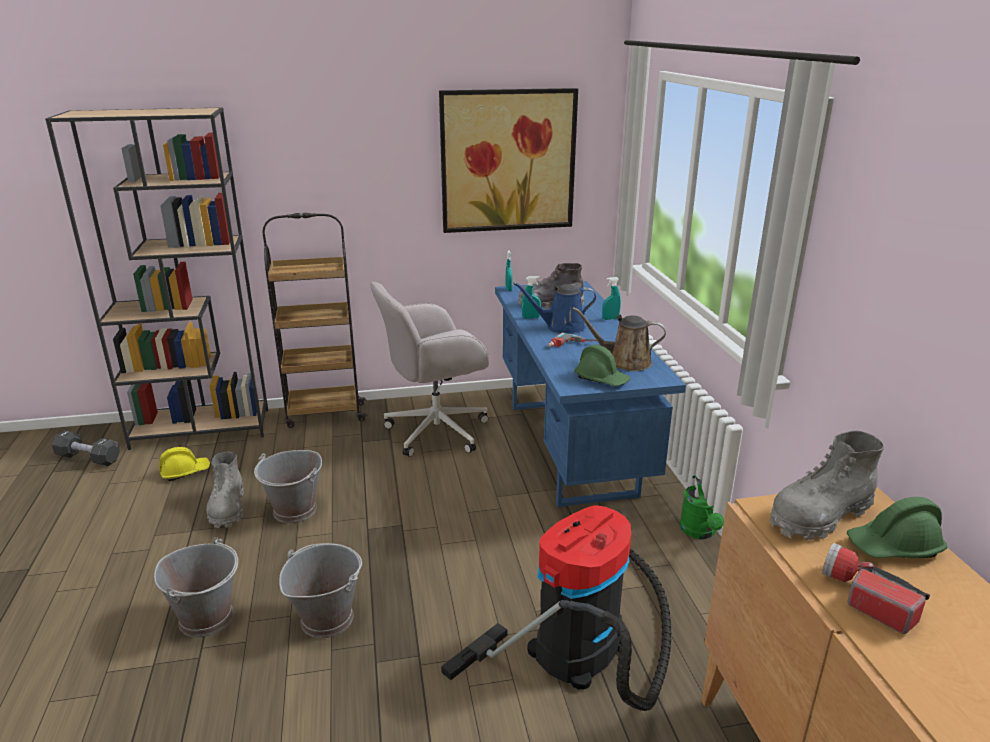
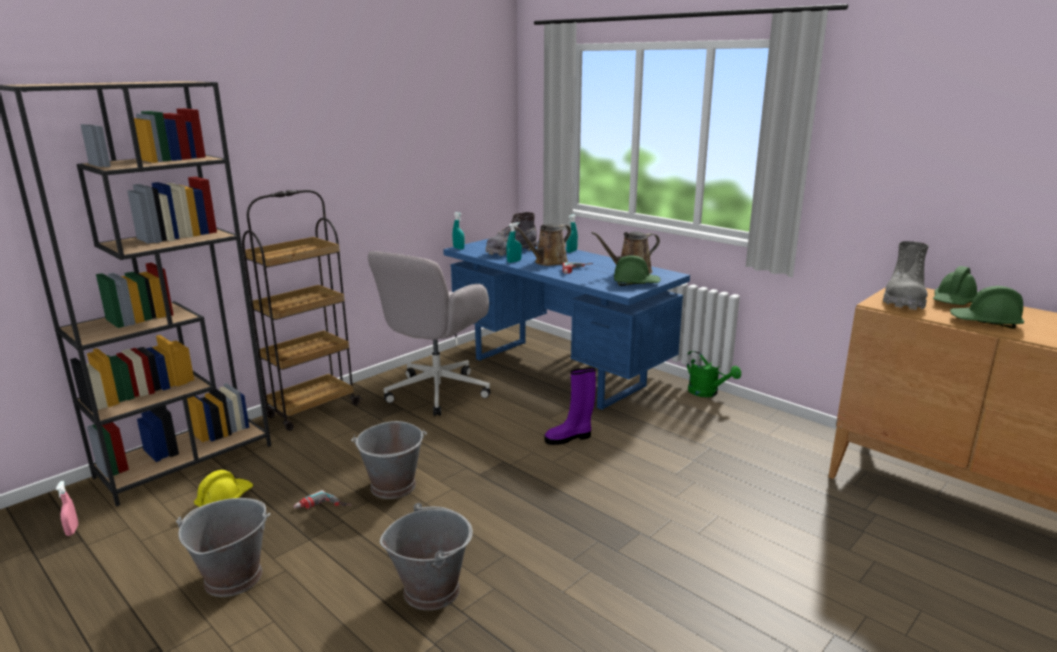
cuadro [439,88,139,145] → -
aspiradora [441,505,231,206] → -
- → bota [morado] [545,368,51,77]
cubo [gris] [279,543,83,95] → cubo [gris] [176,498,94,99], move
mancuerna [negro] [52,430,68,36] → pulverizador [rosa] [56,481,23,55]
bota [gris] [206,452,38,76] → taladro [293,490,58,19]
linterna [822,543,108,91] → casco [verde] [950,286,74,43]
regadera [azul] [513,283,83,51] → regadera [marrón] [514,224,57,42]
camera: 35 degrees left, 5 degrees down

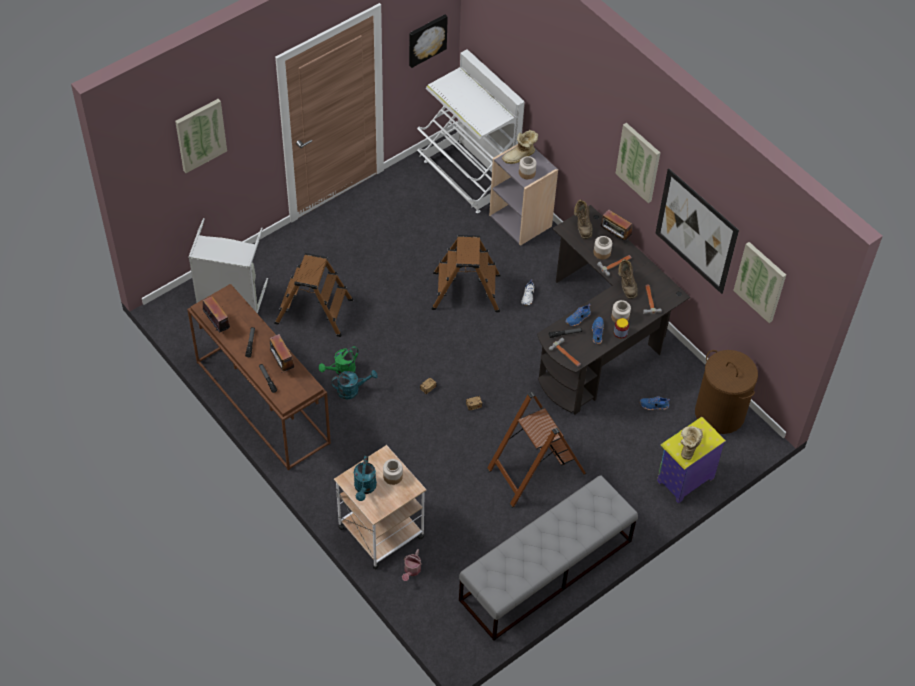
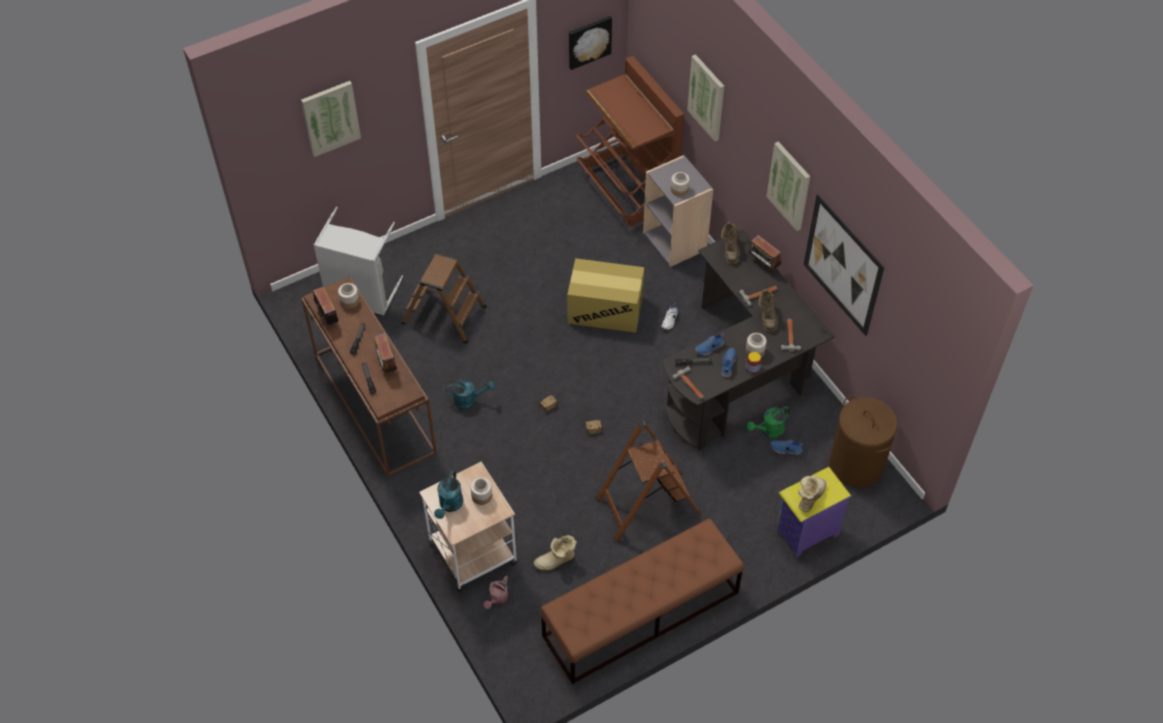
regadera [verde] [319,346,40,29] → regadera [verde] [747,406,43,32], move
bota [502,130,36,34] → bota [534,535,43,36], move
tarro [594,236,18,24] → tarro [338,283,21,26], move
cuadro [733,242,53,81] → cuadro [687,54,37,87], move
escalera de tijera [marrón] [431,235,70,77] → caja de cartón [567,258,77,75]
zapatero [blanco] [417,49,108,164] → zapatero [marrón] [576,56,108,173]
banco [gris] [459,475,179,166] → banco [marrón] [540,519,204,165]
camera: 10 degrees right, 0 degrees up

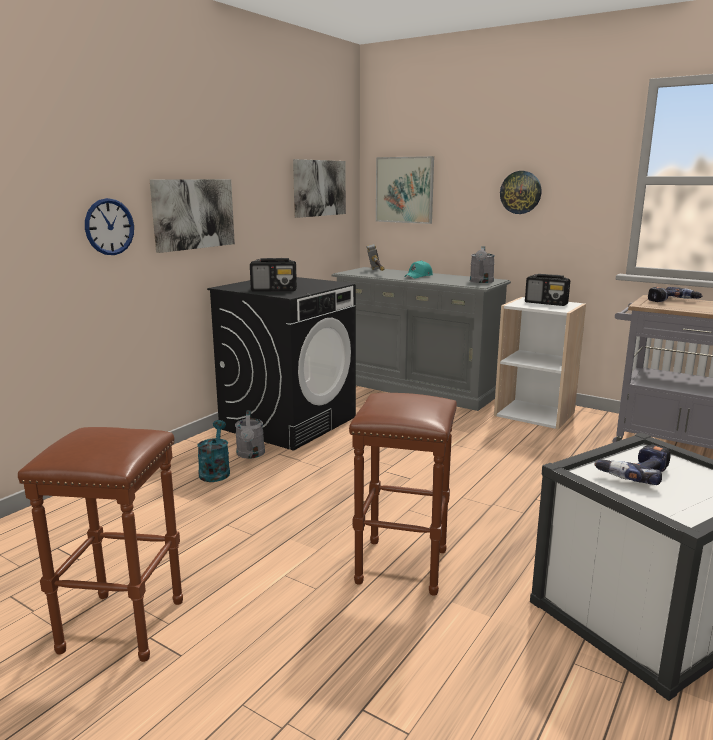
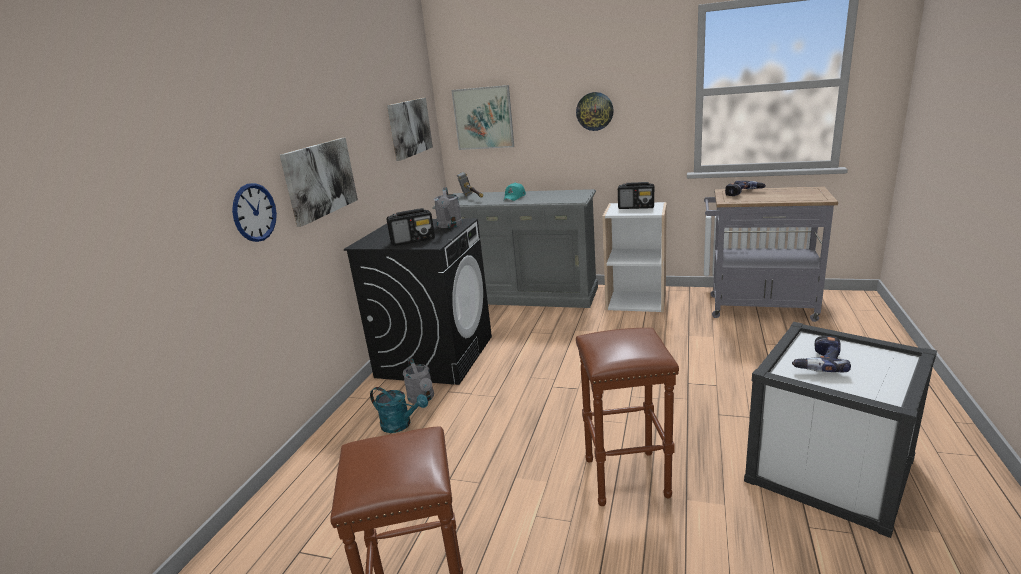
regadera [gris] [470,246,25,37] → regadera [gris] [434,187,28,41], move
regadera [turquesa] [197,420,33,62] → regadera [turquesa] [370,387,58,46], 135 degrees clockwise
camera: 15 degrees left, 5 degrees up

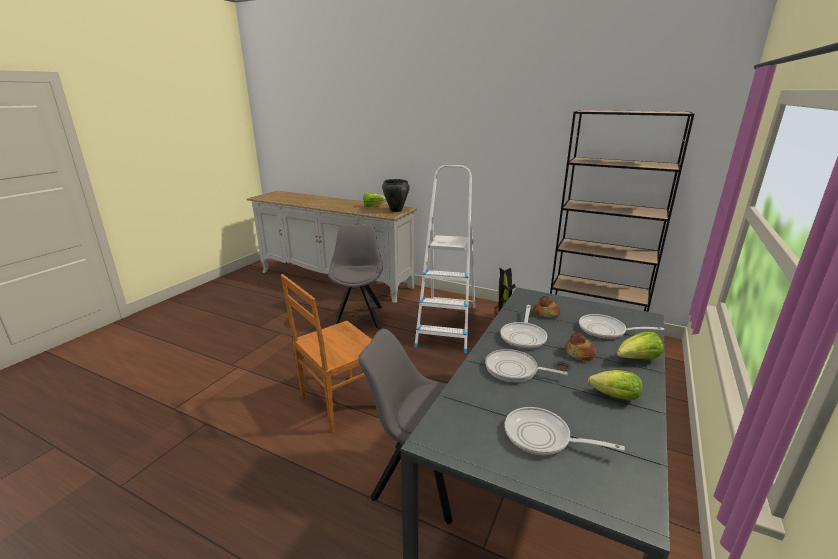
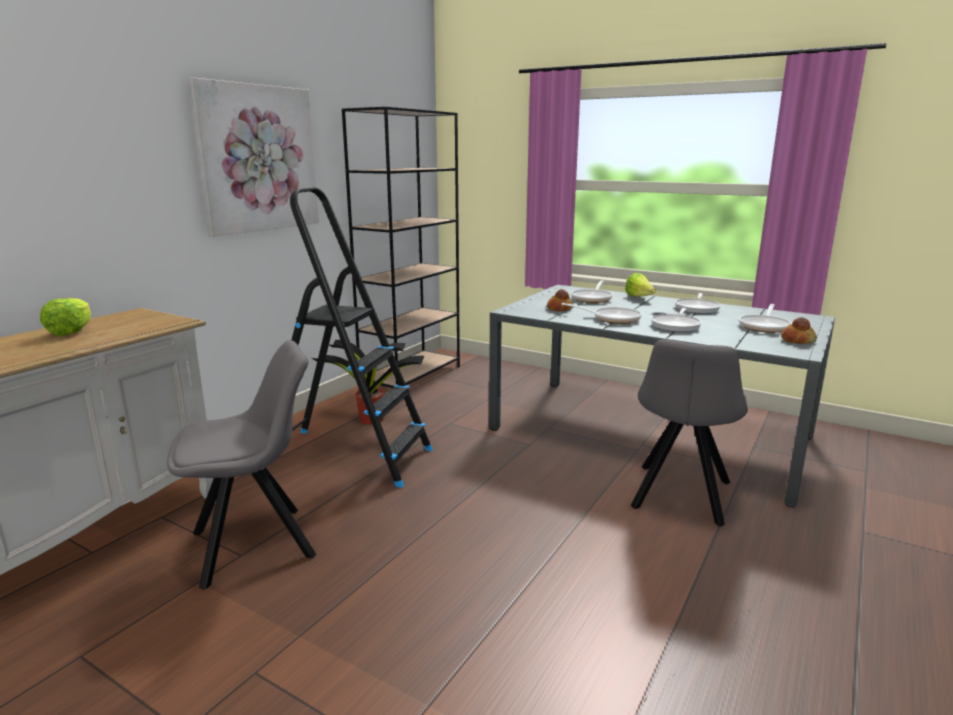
silla [marrón] [281,274,91,159] → -
olla [negro] [382,179,28,33] → -
- → cuadro [187,77,132,160]
pan [565,332,31,29] → pan [781,317,36,27], move
lechuga [588,370,55,31] → sartén [675,293,46,21]
escalera de tijera [blanco] [414,165,61,188] → escalera de tijera [negro] [290,187,143,301]
silla [gris] [328,224,55,105] → silla [gris] [167,340,149,250], 150 degrees clockwise
camera: 85 degrees left, 5 degrees down

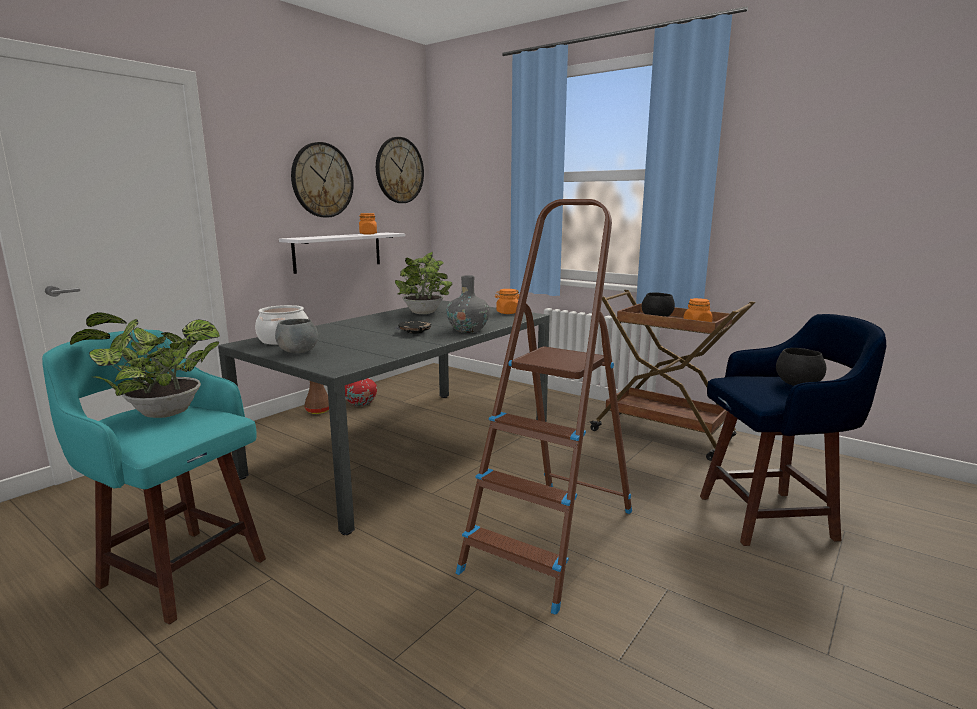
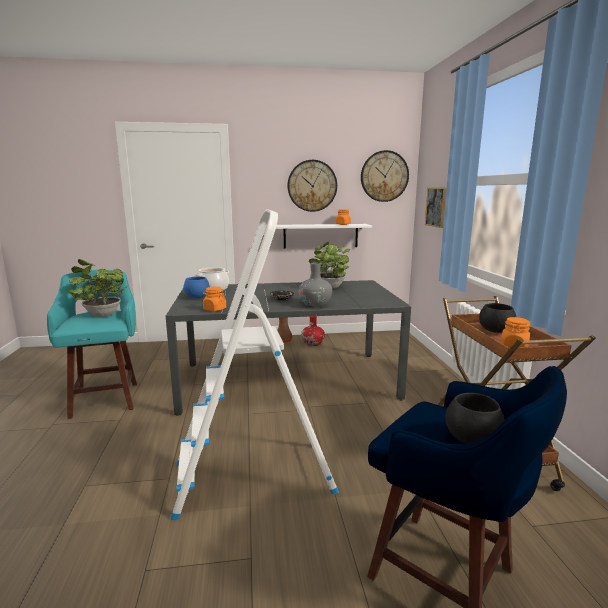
- → cuadro [425,188,22,40]
tarro [naranja] [495,289,25,25] → tarro [naranja] [203,287,23,24], move
cuenco [gris] [275,319,43,35] → cuenco [azul] [183,276,27,22]
escalera de tijera [marrón] [456,199,176,416] → escalera de tijera [blanco] [171,209,168,311]
camera: 45 degrees right, 0 degrees up

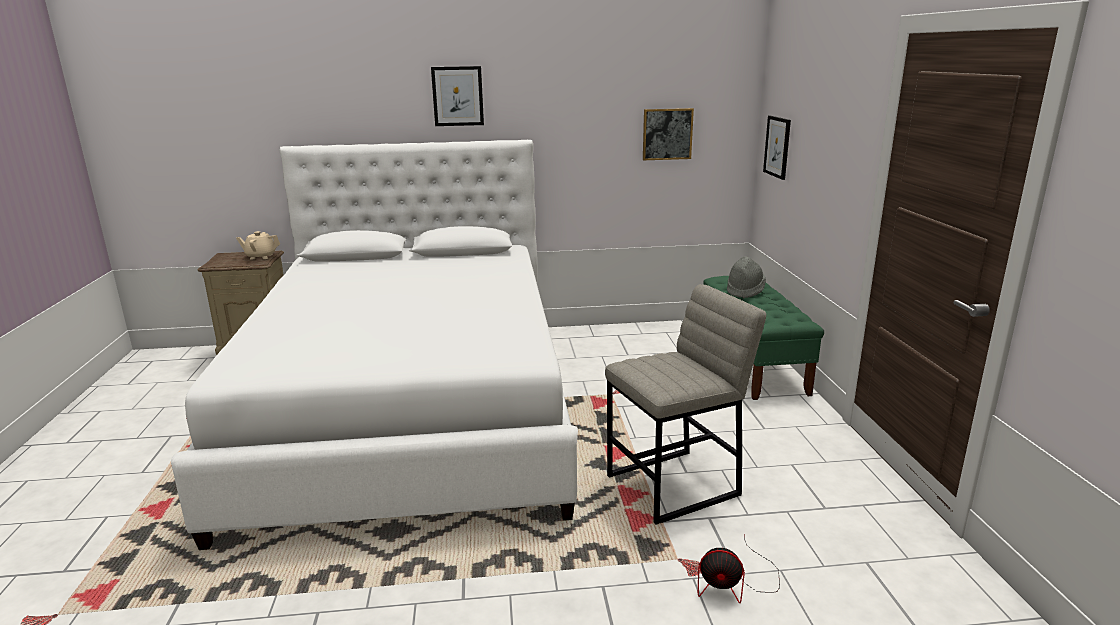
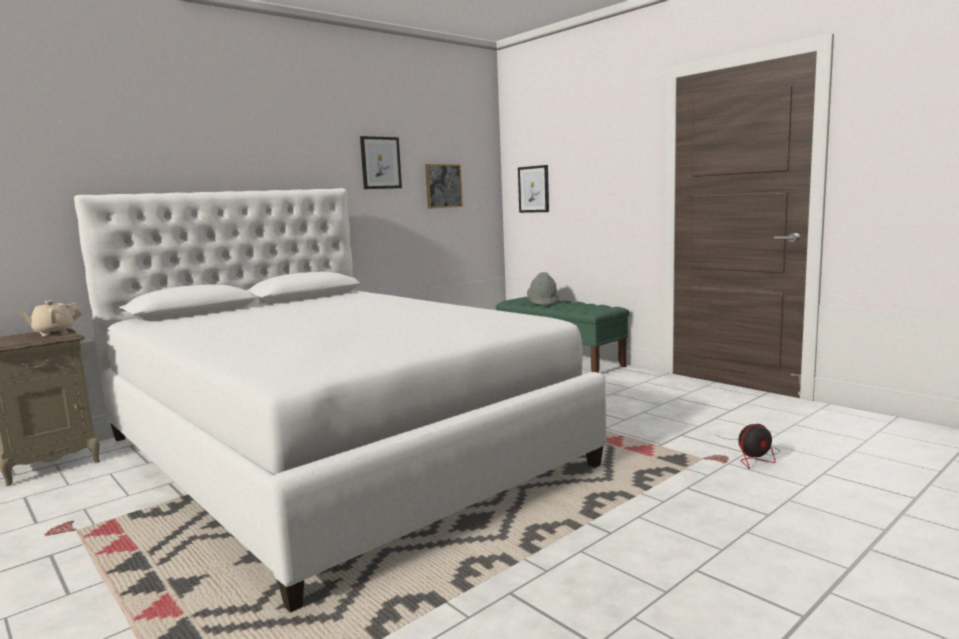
silla [gris] [605,284,161,241] → -
cuadro [431,66,53,60] → cuadro [360,136,42,53], move
camera: 35 degrees left, 10 degrees down

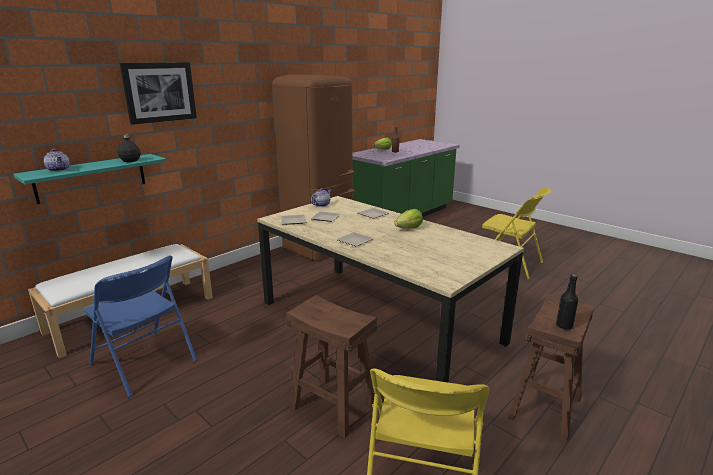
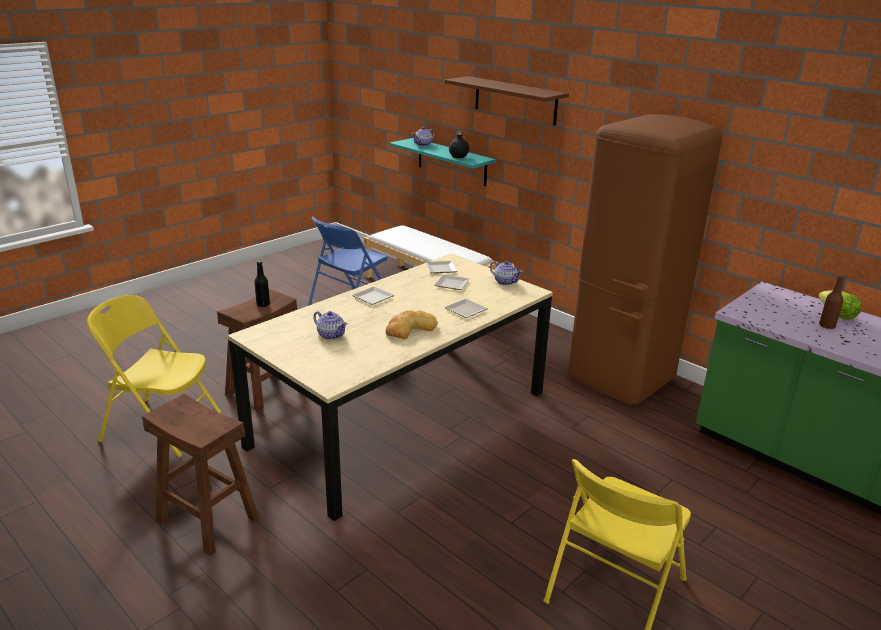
- → tetera [313,311,35,29]
botella [negro] [556,274,22,56] → botella [negro] [255,261,15,46], move
cuadro [120,62,77,63] → estante [marrón] [445,76,124,49]
lechuga [394,209,29,20] → pan [386,310,52,29]
camera: 90 degrees right, 5 degrees up

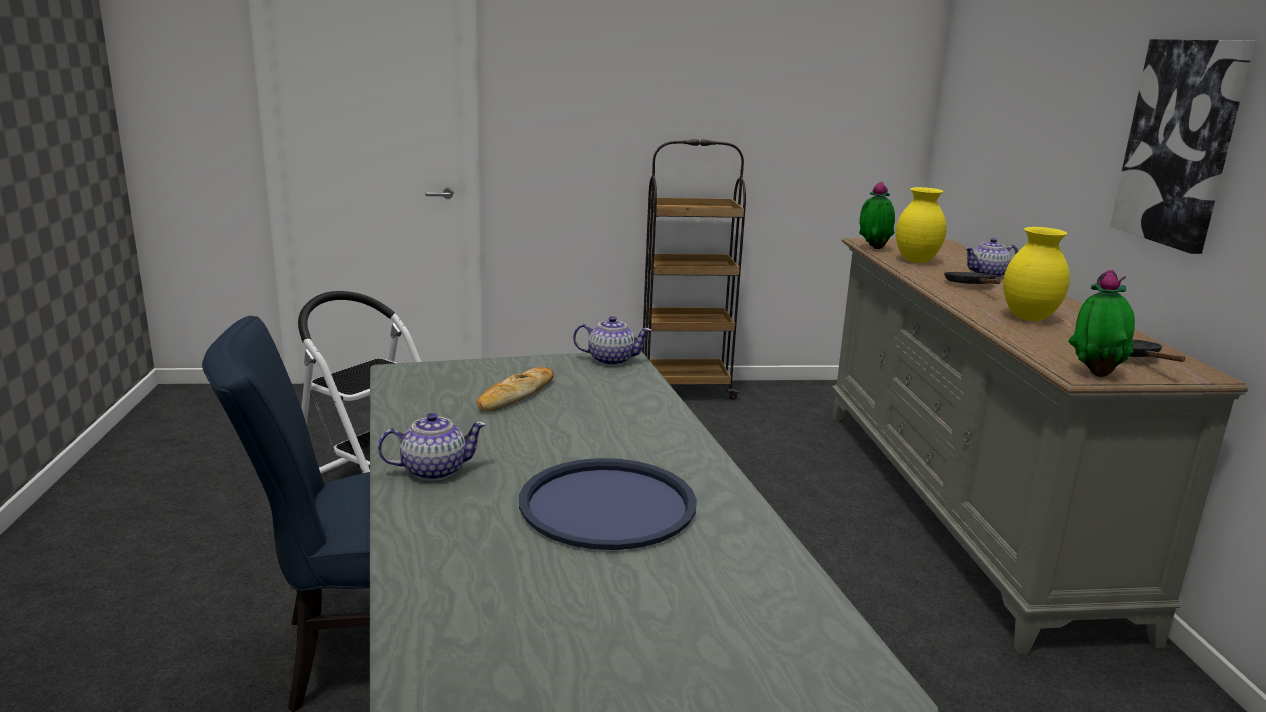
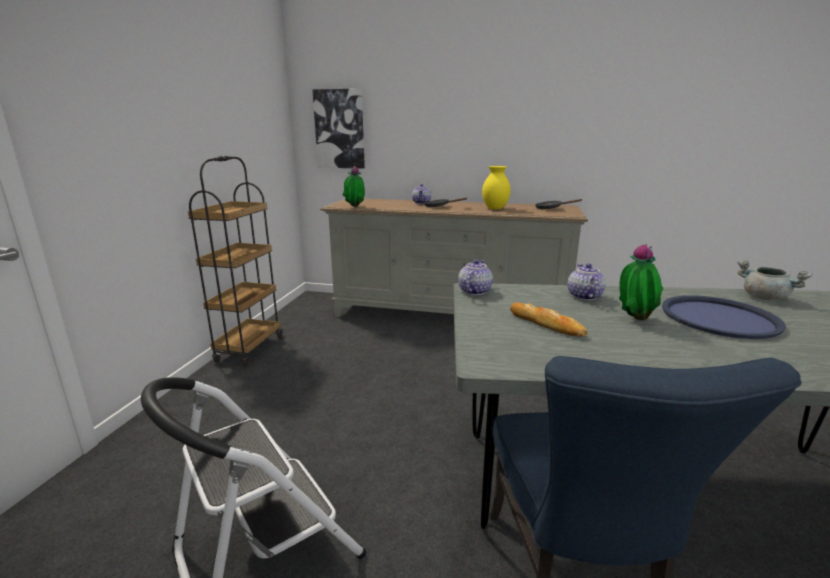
florero [amarillo] [896,187,51,76] → -
- → olla [gris] [737,260,75,40]
tetera [378,413,109,68] → tetera [567,264,39,36], move
planta en maceta [1068,270,67,107] → planta en maceta [619,244,44,77], move
cuadro [1110,39,145,215] → cuadro [312,88,53,81], move
camera: 70 degrees left, 0 degrees up

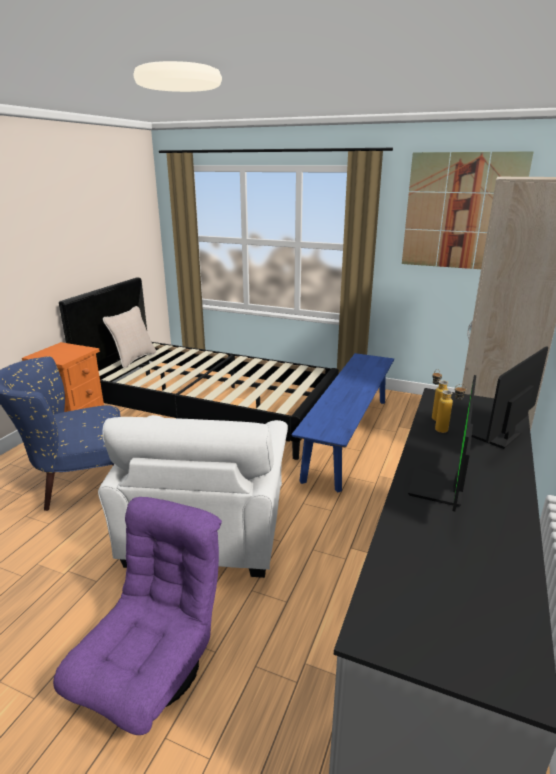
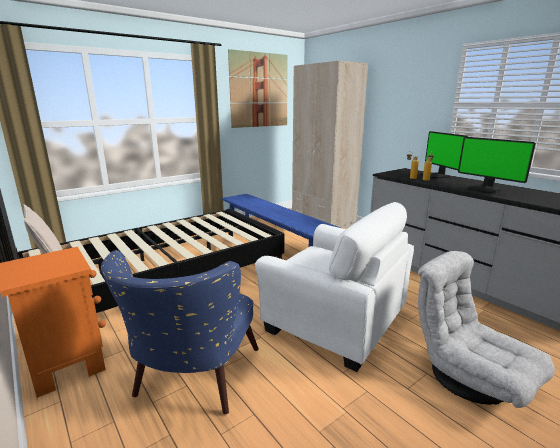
sillón [morado] [53,497,169,238] → sillón [gris] [418,251,137,157]
camera: 60 degrees left, 5 degrees down

